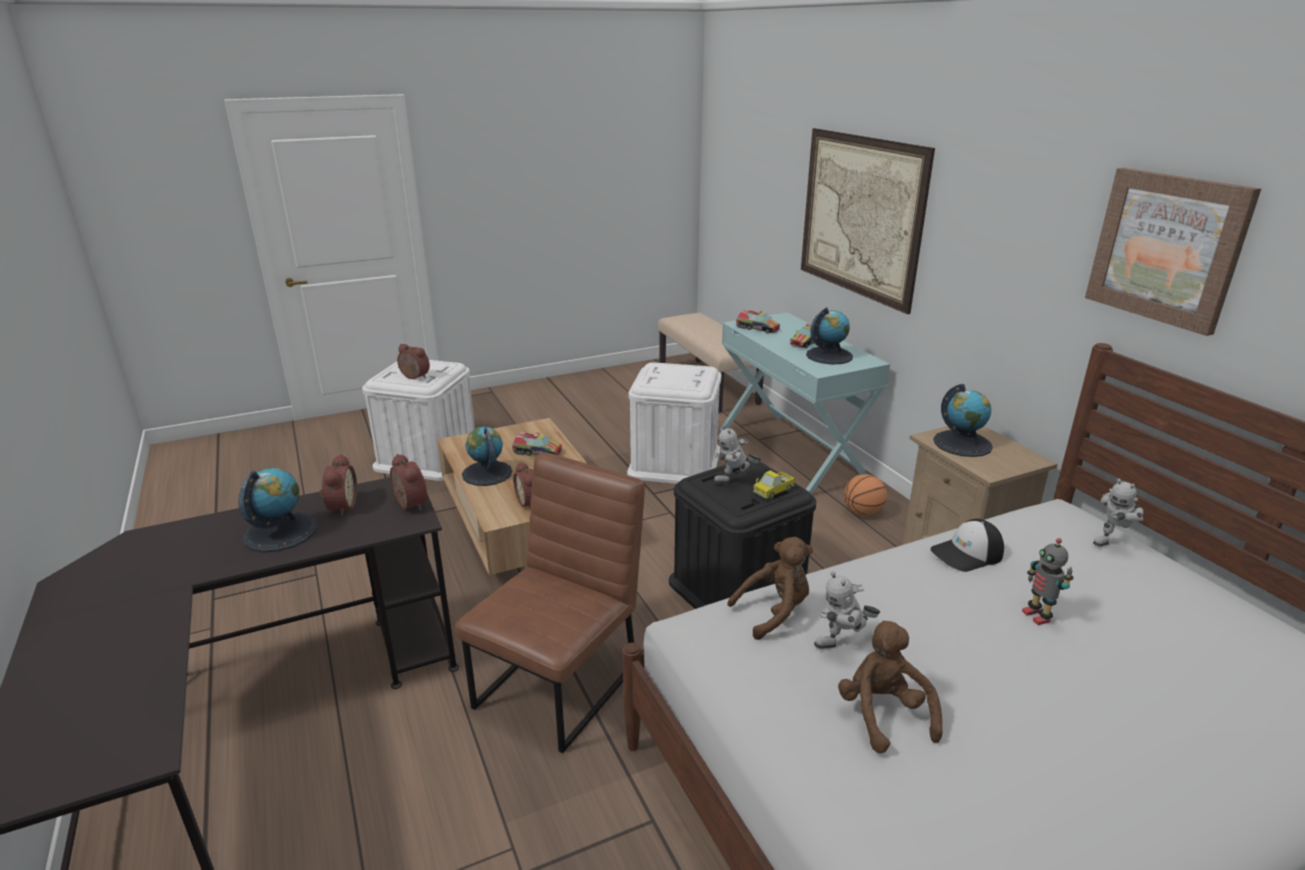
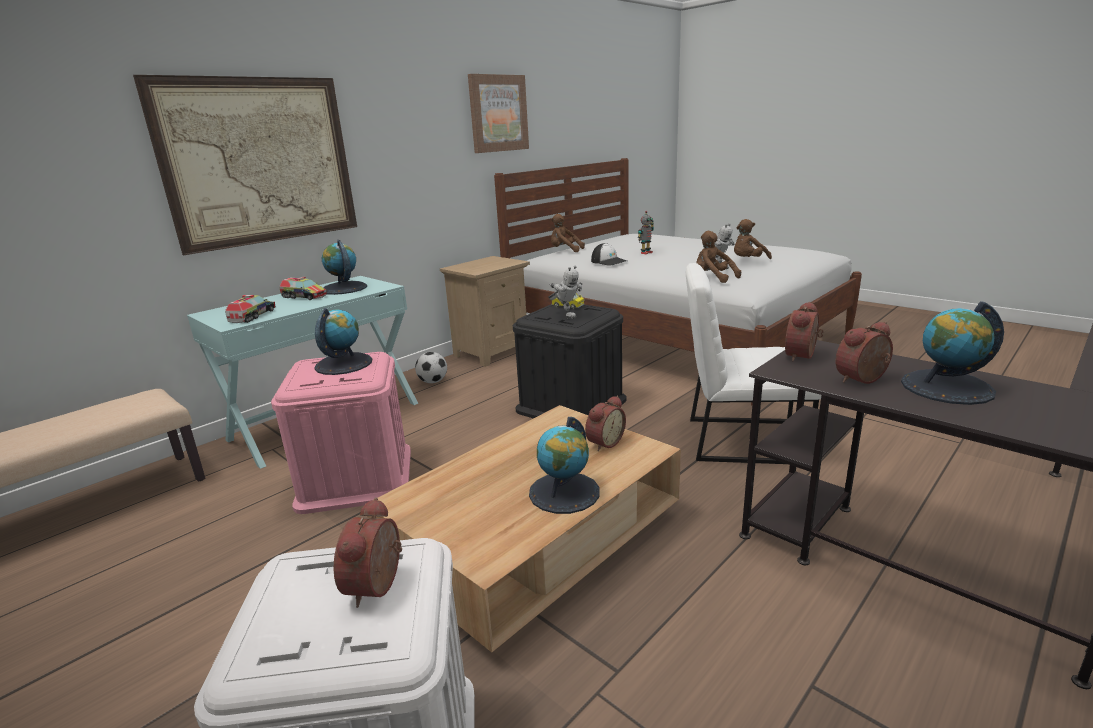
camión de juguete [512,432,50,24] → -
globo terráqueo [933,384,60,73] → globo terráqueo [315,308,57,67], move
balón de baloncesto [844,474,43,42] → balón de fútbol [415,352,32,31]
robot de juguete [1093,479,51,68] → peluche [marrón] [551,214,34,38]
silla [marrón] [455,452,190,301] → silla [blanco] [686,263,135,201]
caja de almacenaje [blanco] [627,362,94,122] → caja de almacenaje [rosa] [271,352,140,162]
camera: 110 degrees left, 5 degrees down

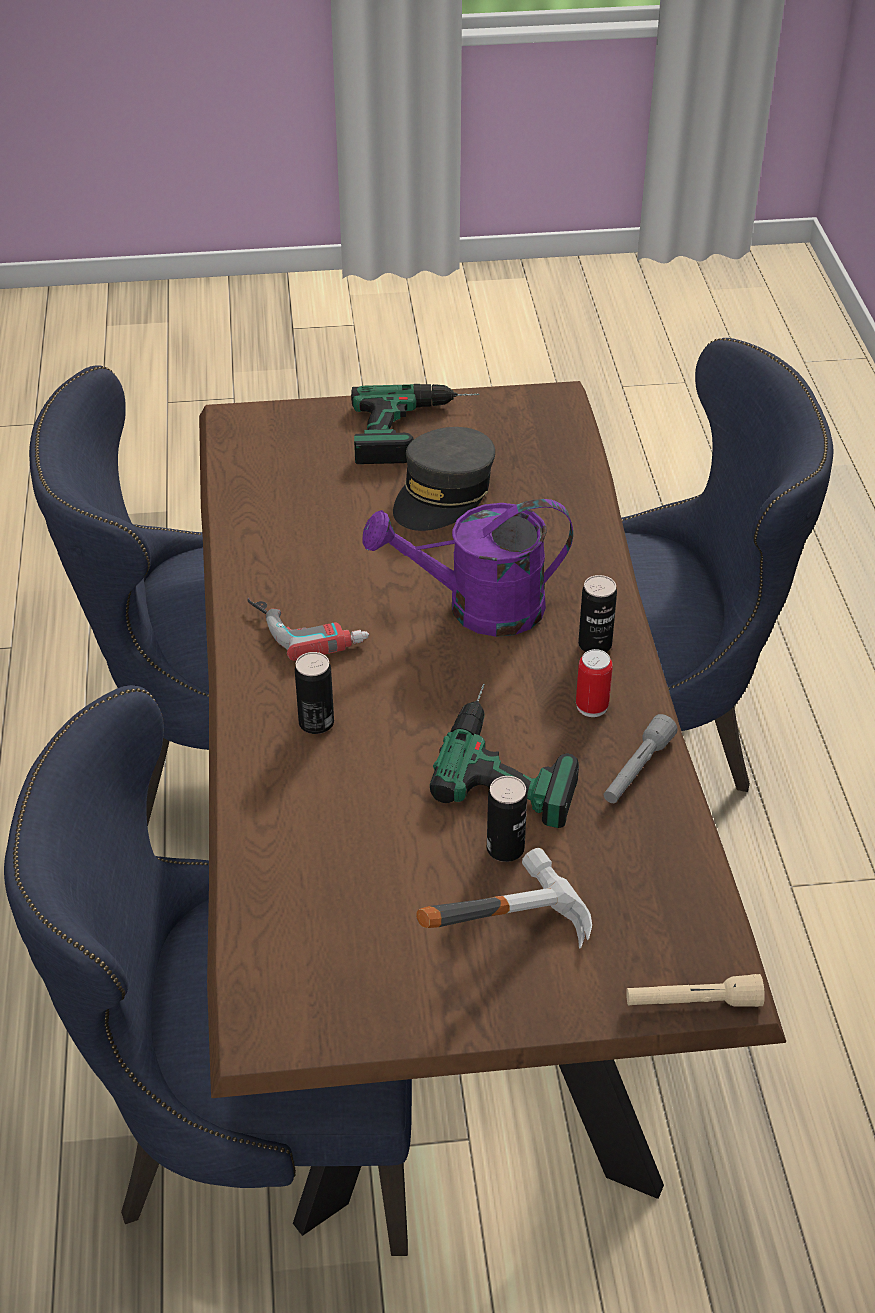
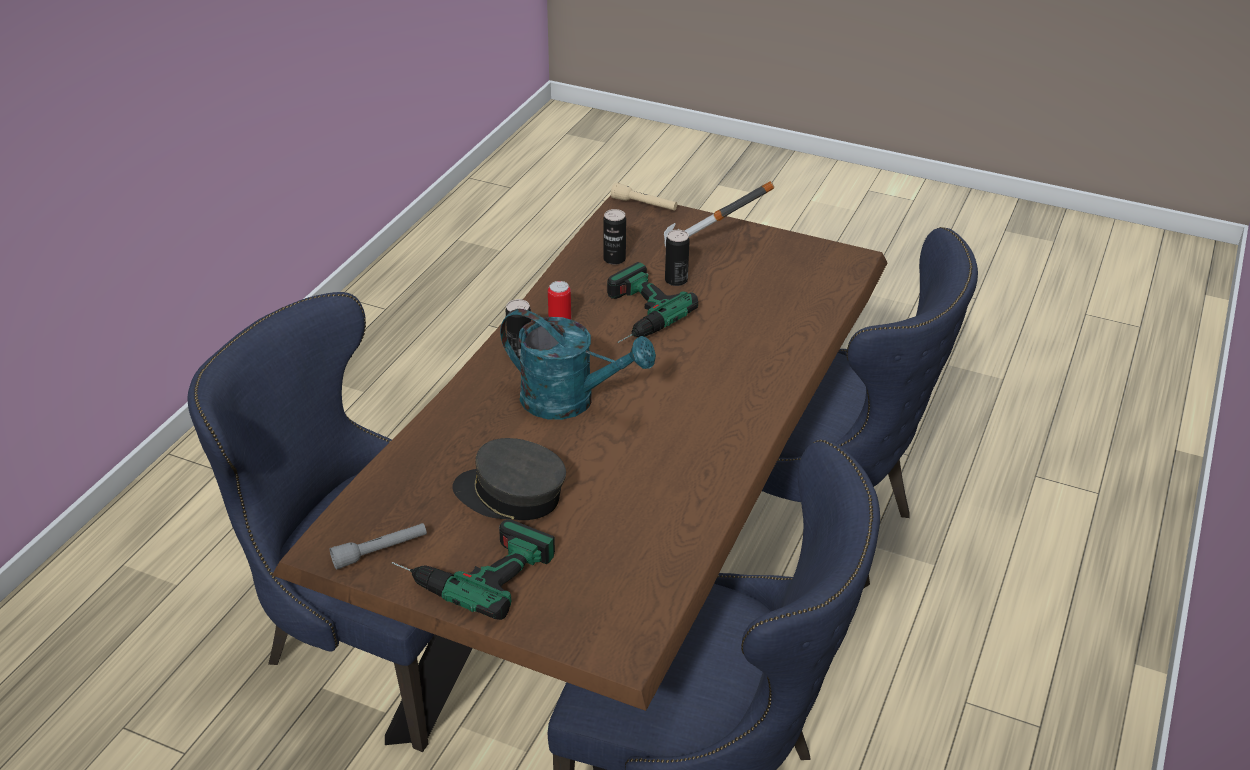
taladro [247,598,122,63] → -
lata [295,652,39,82] → lata [603,209,23,56], move
linterna [gris] [604,714,74,89] → linterna [gris] [330,523,97,47], move
regadera [morado] [363,499,210,138] → regadera [turquesa] [500,309,156,111]
gorra [gris] [393,427,102,104] → gorra [gris] [452,438,114,82], 135 degrees counterclockwise
camera: 150 degrees left, 5 degrees down

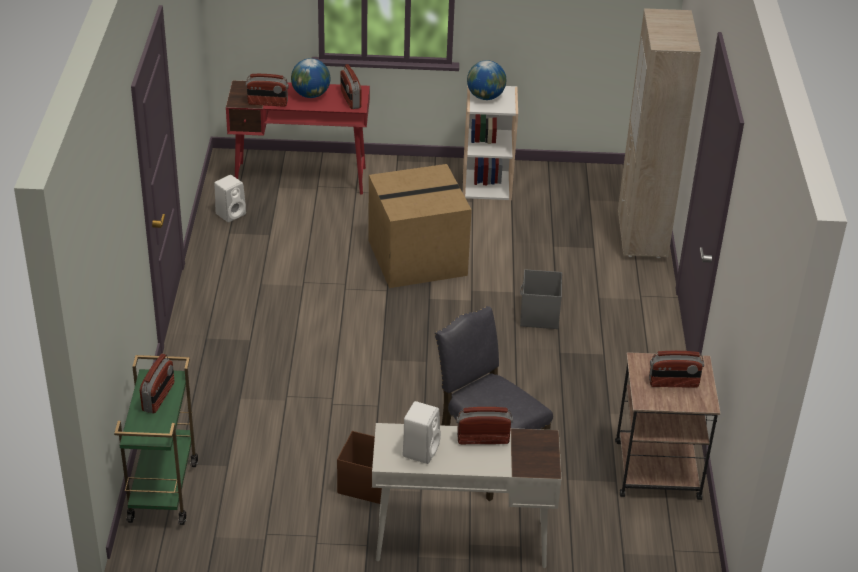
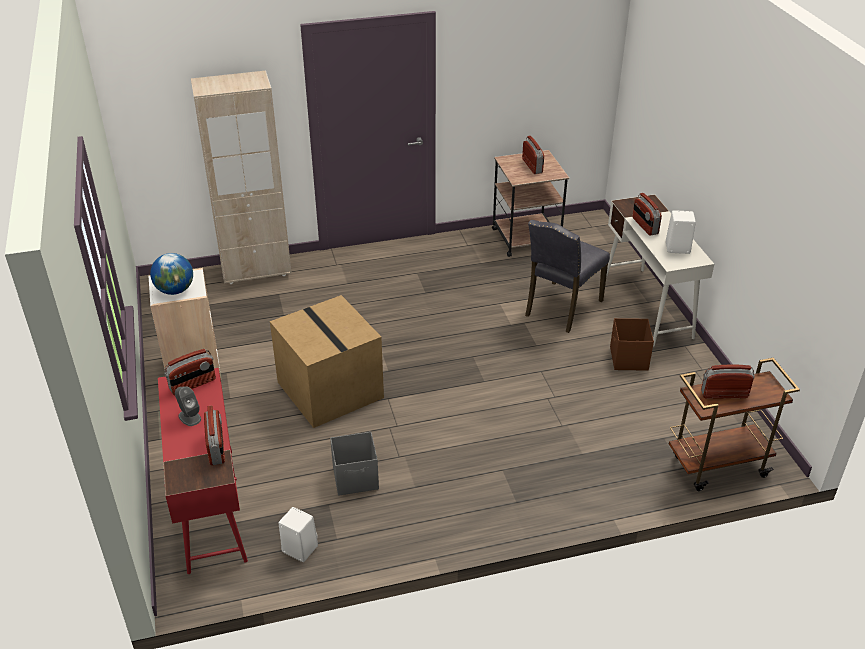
caja de almacenaje [gris] [520,269,42,60] → caja de almacenaje [gris] [330,432,49,64], move
globo terráqueo [291,58,39,40] → altavoz [gris] [175,387,26,39]
carrito [verde] [114,355,84,170] → carrito [marrón] [669,358,131,133]
camera: 105 degrees left, 0 degrees up

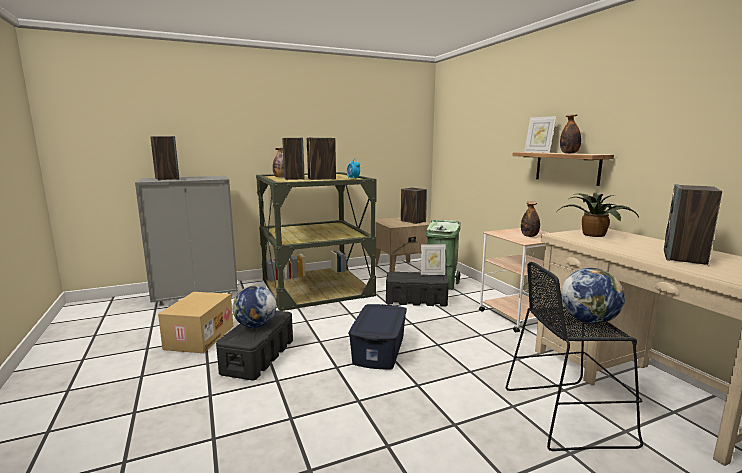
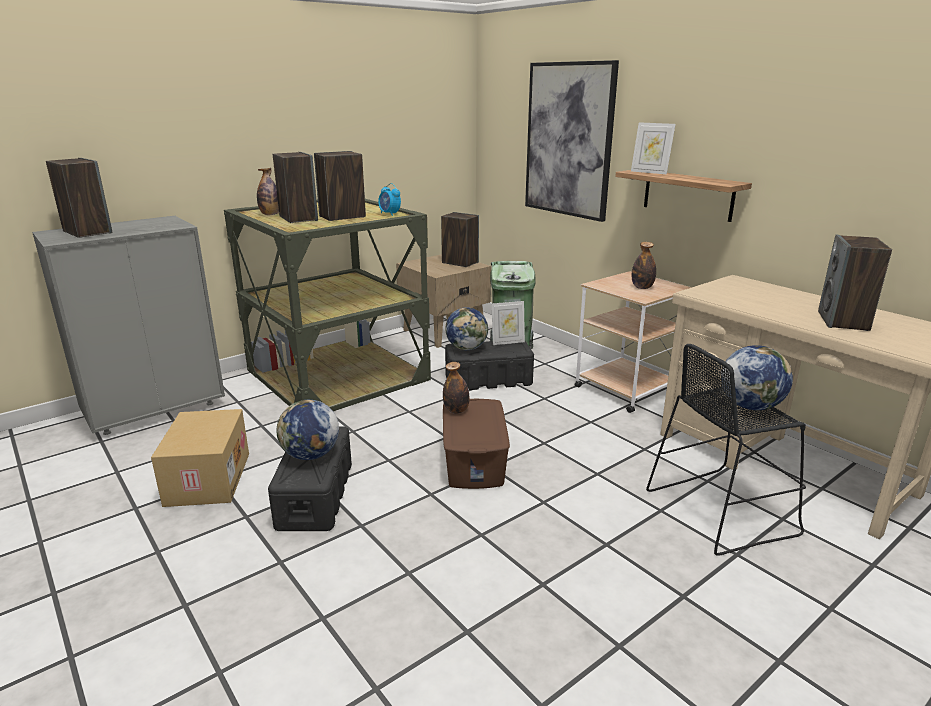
planta en maceta [560,192,79,45] → -
- → globo terráqueo [445,307,43,43]
- → cuadro [525,60,94,162]
botella [560,114,21,40] → botella [443,362,27,52], move
caja de almacenaje [azul] [348,304,59,65] → caja de almacenaje [marrón] [443,399,67,90]
camera: 15 degrees left, 10 degrees up

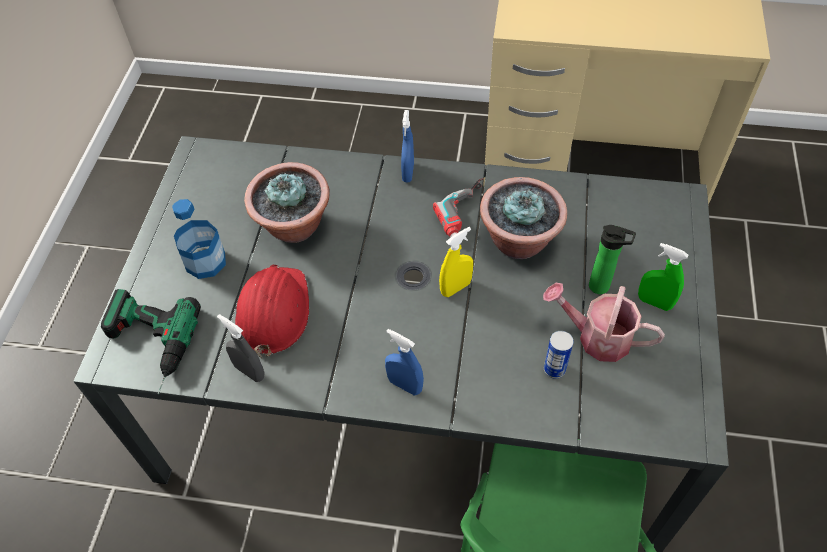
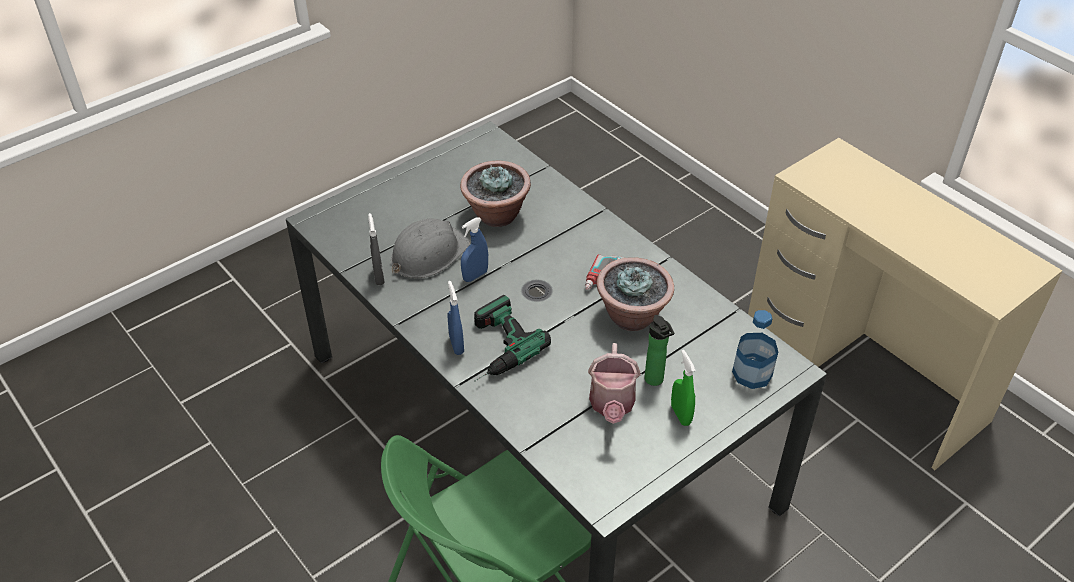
pulverizador [amarillo] [439,227,34,70] → -
lata [544,331,30,48] → -
taladro [101,289,100,105] → taladro [474,295,77,87], move
botella [172,199,54,80] → botella [732,310,46,79], move
pulverizador [azul] [401,110,13,73] → pulverizador [azul] [461,217,27,65], move
casco [rojo] [235,265,74,93] → casco [gris] [391,218,79,60]
regadera [543,283,122,79] → regadera [588,343,53,81], 150 degrees counterclockwise
camera: 40 degrees right, 10 degrees down

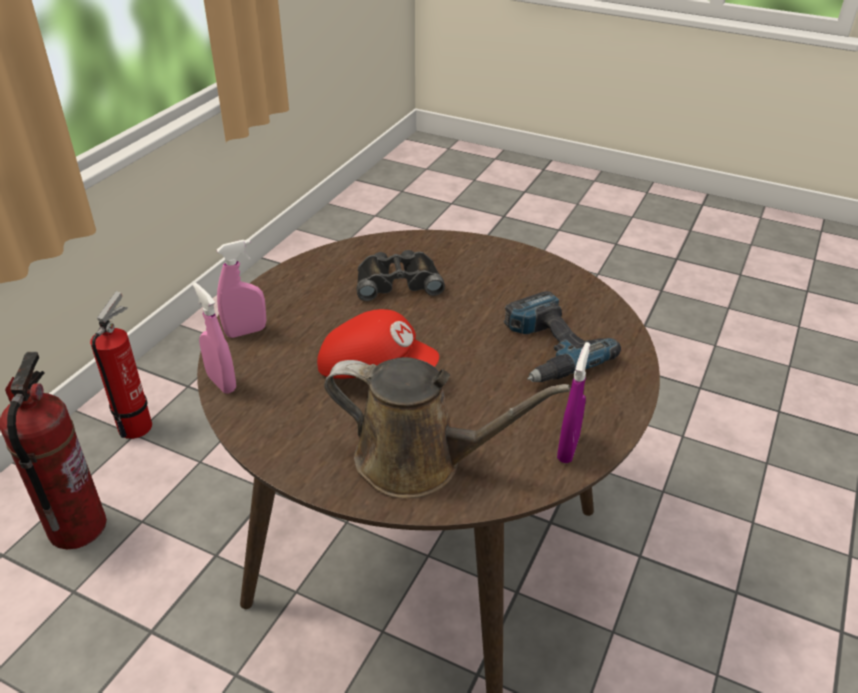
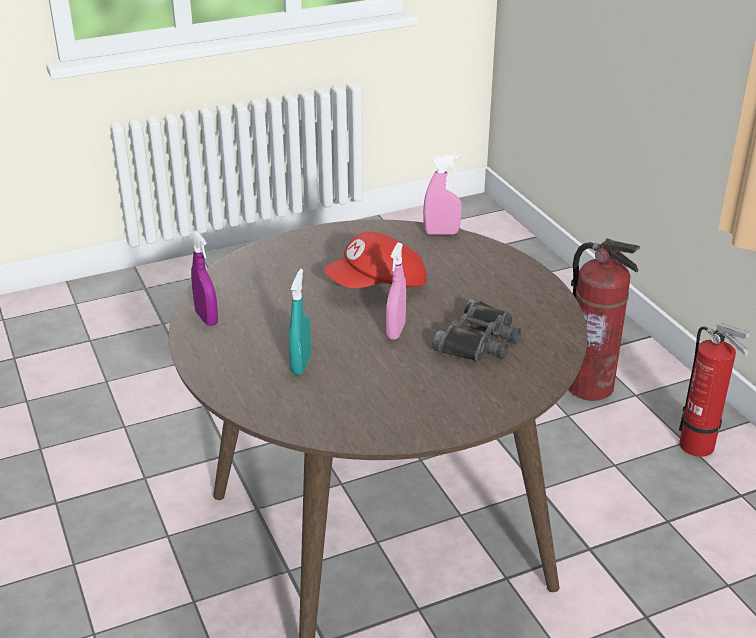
regadera [marrón] [324,357,246,142] → -
pulverizador [rosa] [217,239,49,99] → pulverizador [rosa] [386,243,20,96], move
taladro [504,291,117,91] → pulverizador [turquesa] [289,269,22,106]
camera: 130 degrees right, 5 degrees down

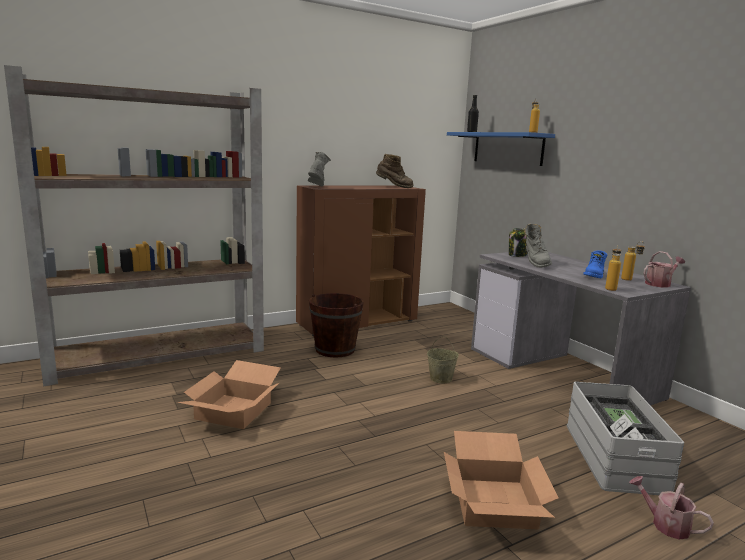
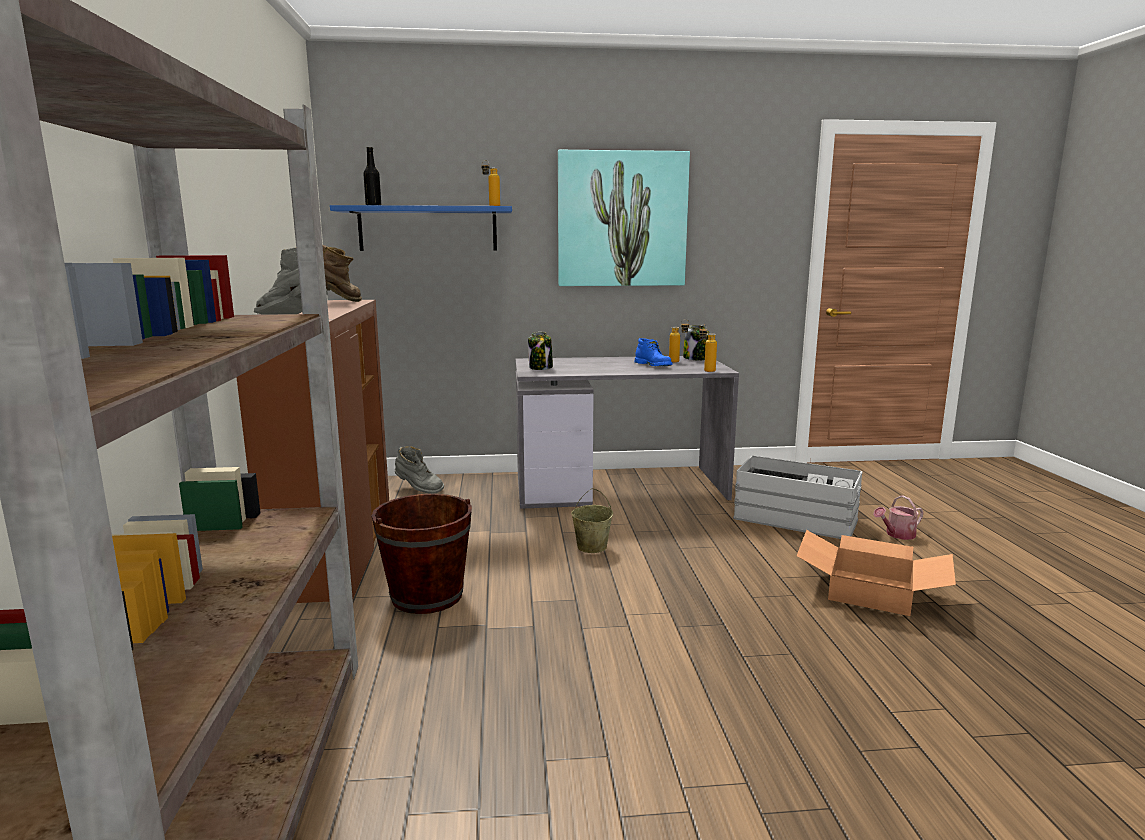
caja de cartón [177,360,104,69] → -
- → cuadro [558,150,132,136]
bota [gris] [524,223,28,45] → bota [gris] [395,446,49,48], move
regadera [644,251,41,37] → tarro [683,325,26,35]
camera: 65 degrees left, 0 degrees up

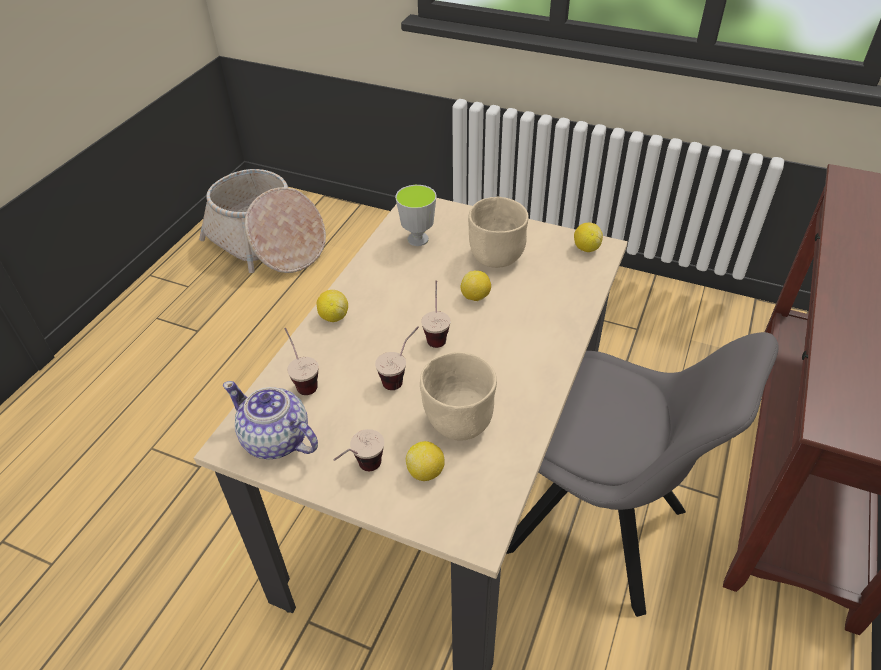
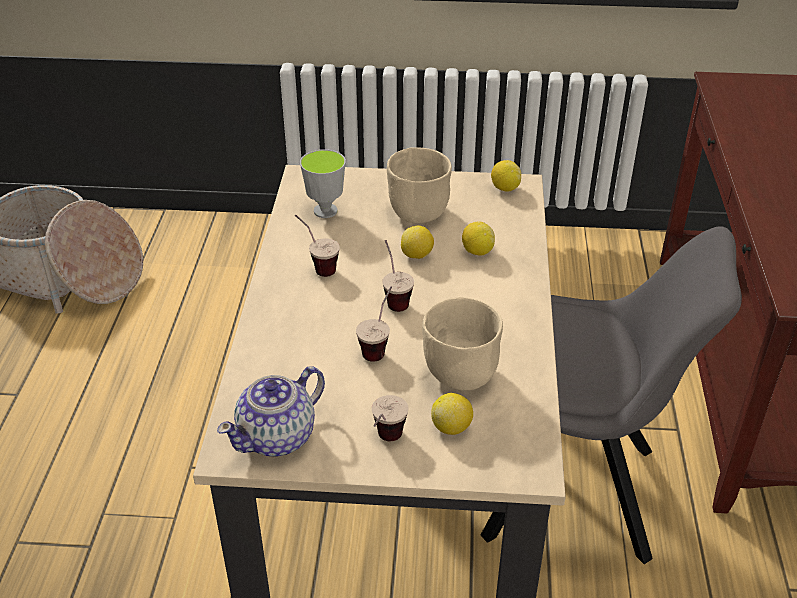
taza [284,328,34,67] → taza [295,214,45,63], move
limón [316,290,32,32] → limón [462,221,33,35], move
tetera [223,381,95,78] → tetera [217,366,108,91], 60 degrees counterclockwise
camera: 20 degrees left, 5 degrees down

